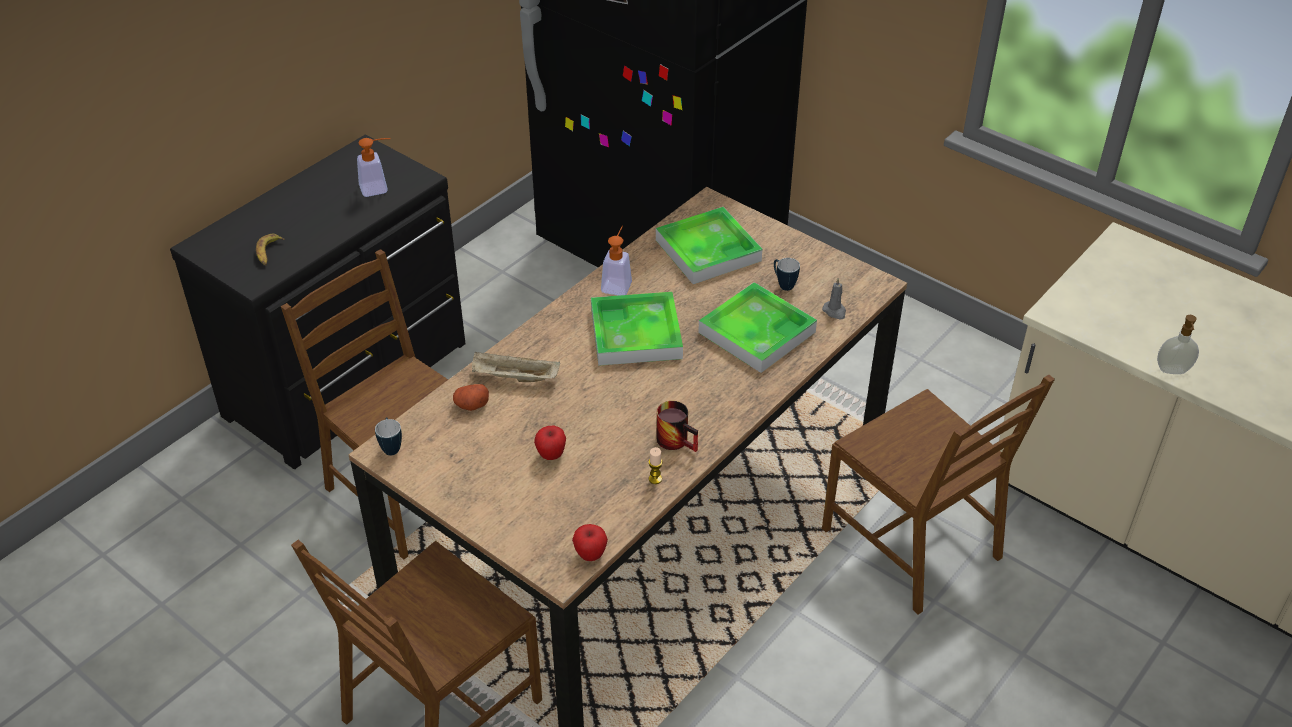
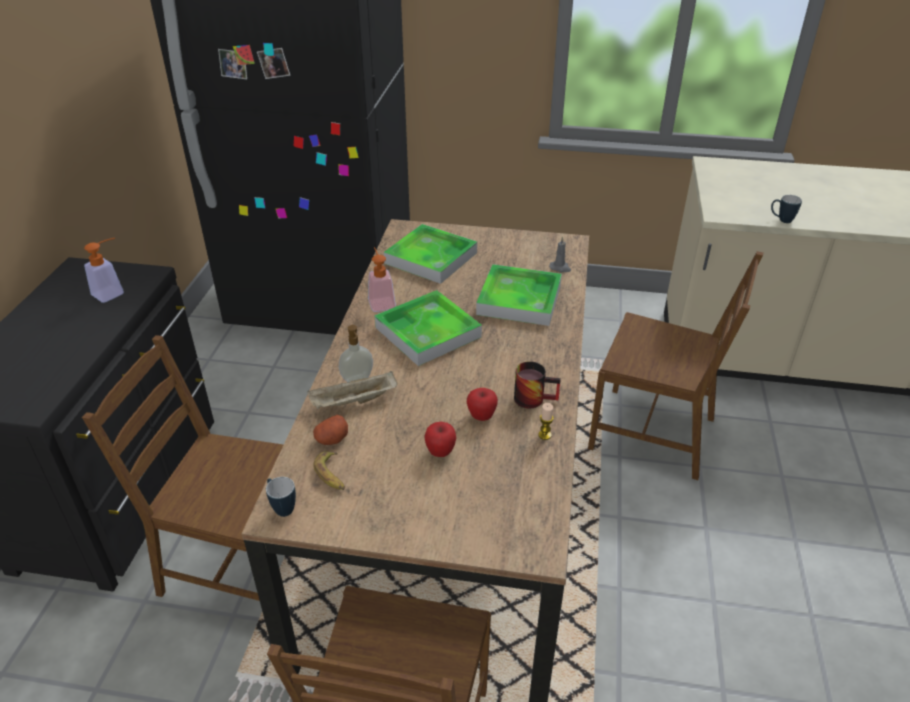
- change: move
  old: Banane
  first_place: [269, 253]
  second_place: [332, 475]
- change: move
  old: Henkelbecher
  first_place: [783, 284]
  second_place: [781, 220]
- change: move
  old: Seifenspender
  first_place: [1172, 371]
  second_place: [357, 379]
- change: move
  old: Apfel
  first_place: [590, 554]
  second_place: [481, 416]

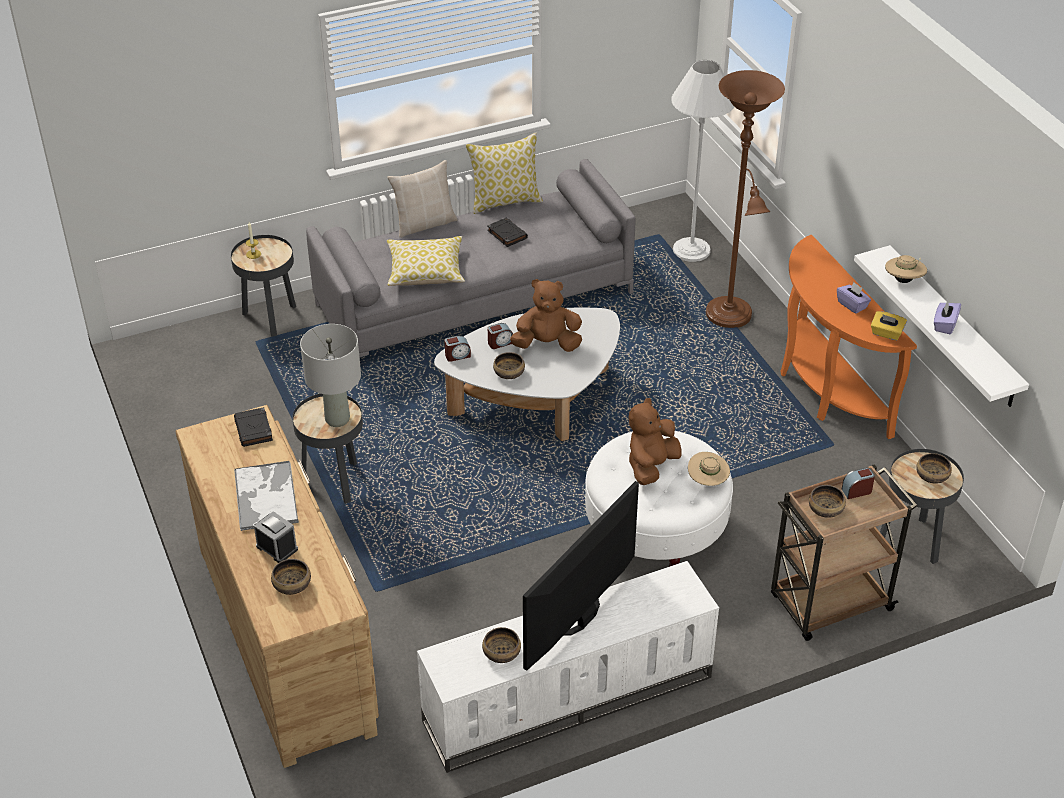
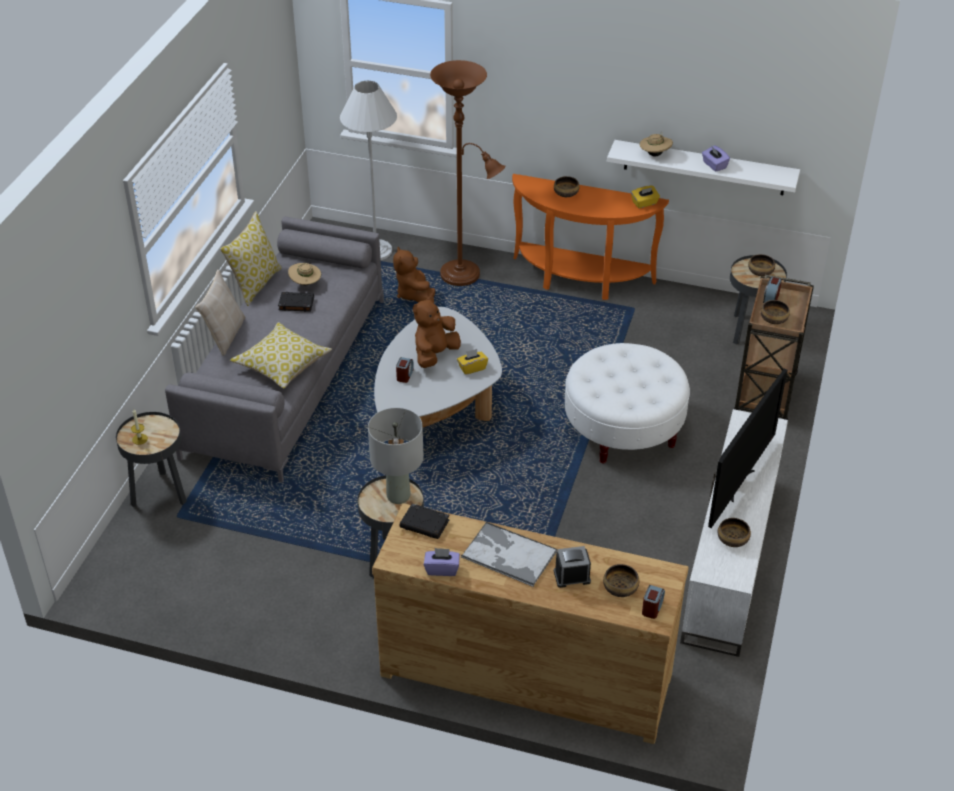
- change: move
  old: Taschentuchbox (lila)
  first_place: [852, 305]
  second_place: [442, 569]
- change: move
  old: Wecker
  first_place: [457, 355]
  second_place: [652, 607]
- change: move
  old: Schüssel
  first_place: [509, 373]
  second_place: [566, 193]
- change: move
  old: Plüschtier (braun)
  first_place: [651, 466]
  second_place: [414, 294]
- change: move
  old: Hut (beige)
  first_place: [707, 481]
  second_place: [305, 283]
- change: rotate
  old: Fernseher
  first_place: [583, 618]
  second_place: [738, 484]
  degrees: -135
- change: insert
  new: Taschentuchbox (gelb)
  second_place: [472, 368]

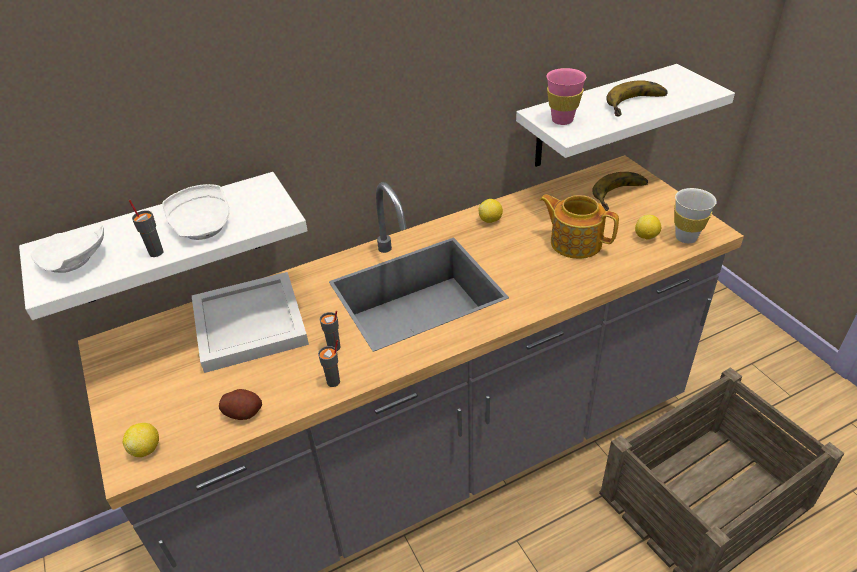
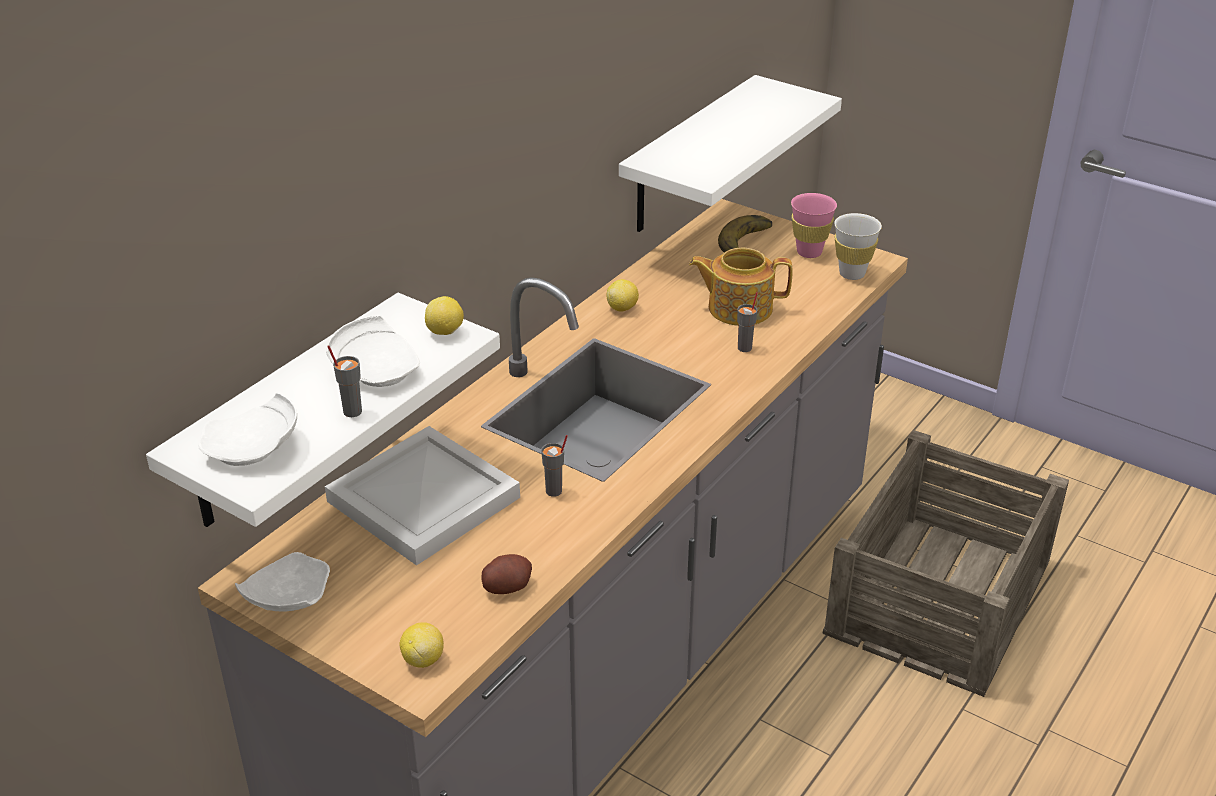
- change: move
  old: Tasse (rosa)
  first_place: [562, 120]
  second_place: [809, 252]
- change: delete
  old: Banane
  first_place: [639, 105]
- change: move
  old: Zitrone
  first_place: [646, 237]
  second_place: [445, 332]
- change: move
  old: Tasse (grau)
  first_place: [334, 382]
  second_place: [745, 348]
- change: insert
  new: Teller (weiß)
  second_place: [286, 599]

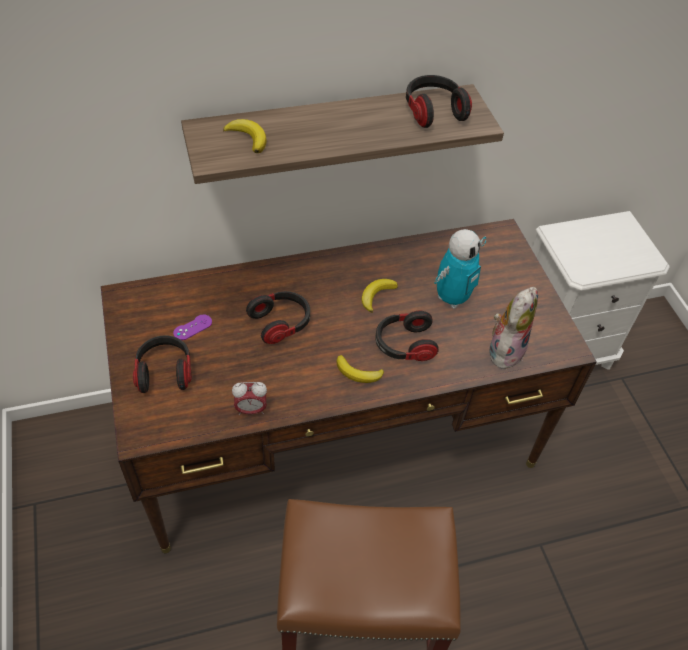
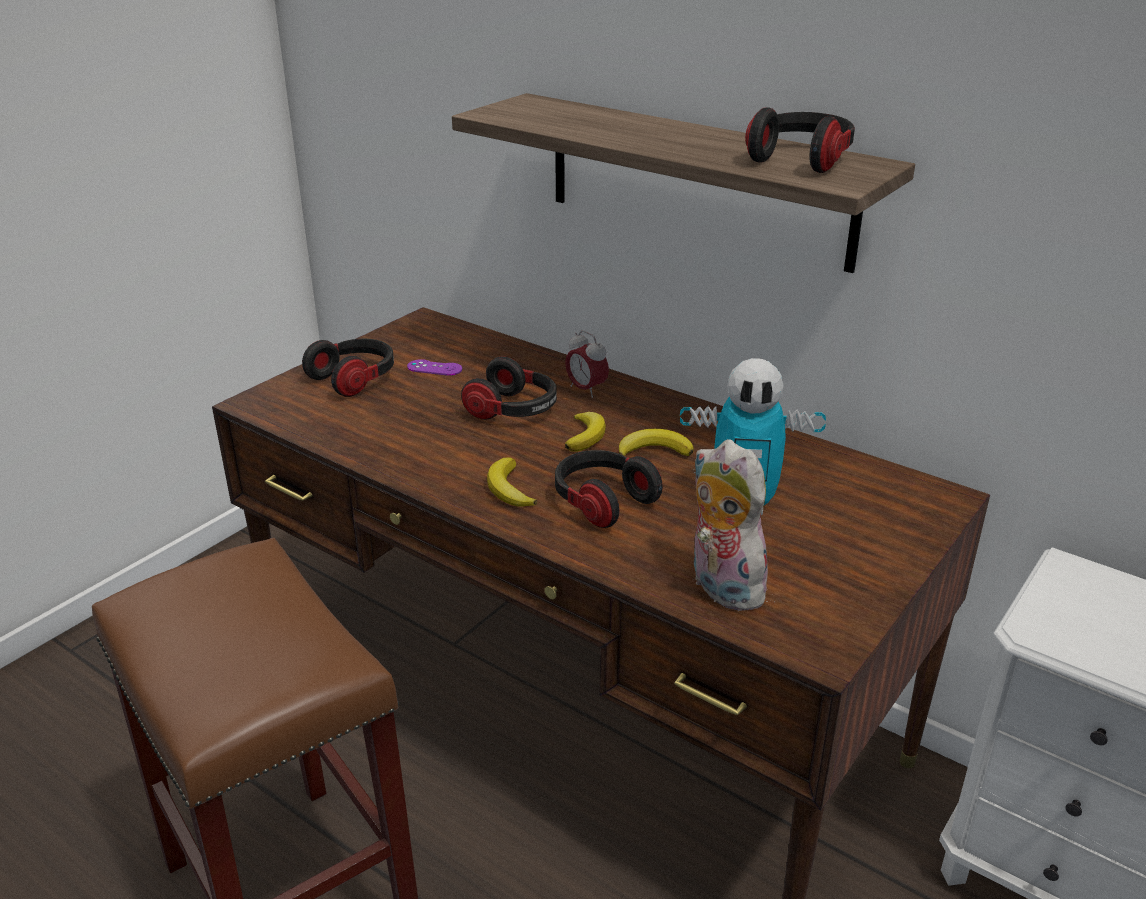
- change: move
  old: Banane
  first_place: [248, 138]
  second_place: [586, 435]
- change: rotate
  old: Plüschtier
  first_place: [504, 349]
  second_place: [720, 587]
  degrees: -120
- change: move
  old: Wecker
  first_place: [251, 410]
  second_place: [586, 390]

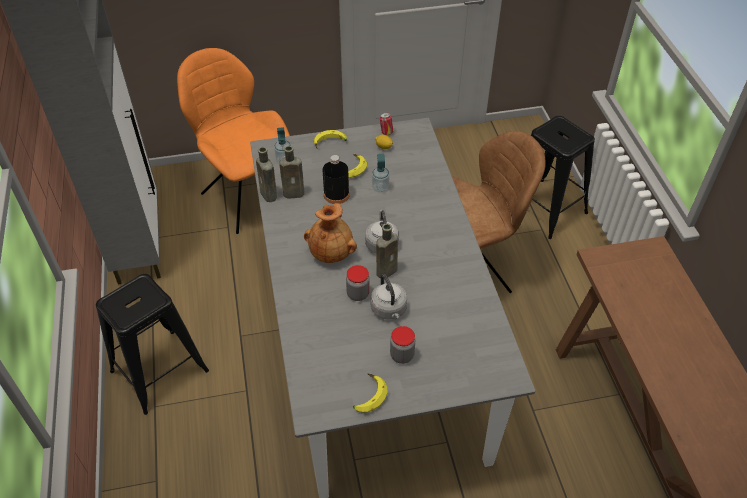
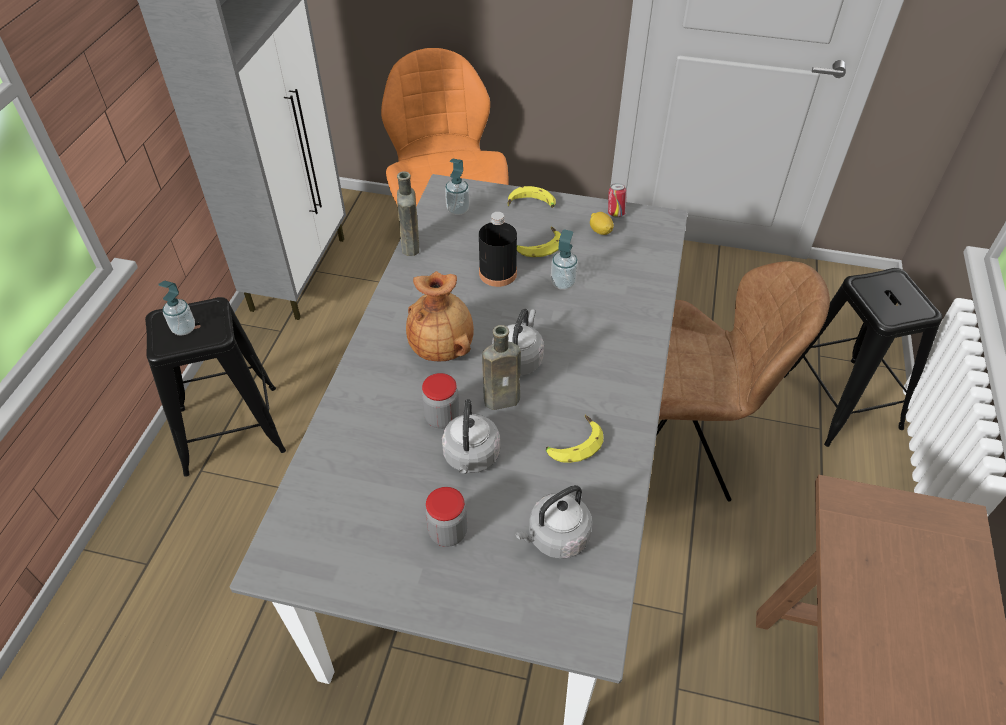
- change: delete
  old: Flasche (braun)
  first_place: [295, 193]
- change: move
  old: Banane
  first_place: [367, 395]
  second_place: [573, 443]
- change: insert
  new: Seifenspender
  second_place: [184, 329]
- change: insert
  new: Wasserkessel (grau)
  second_place: [555, 538]

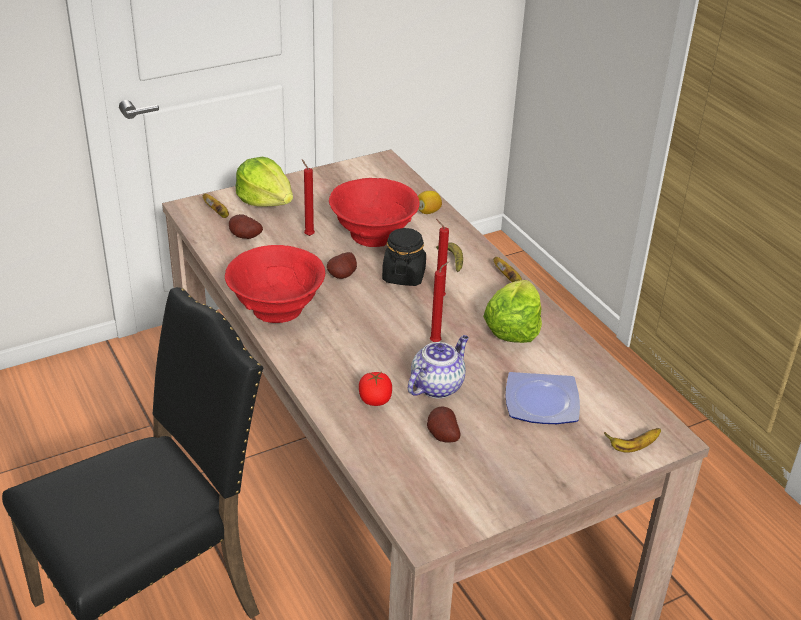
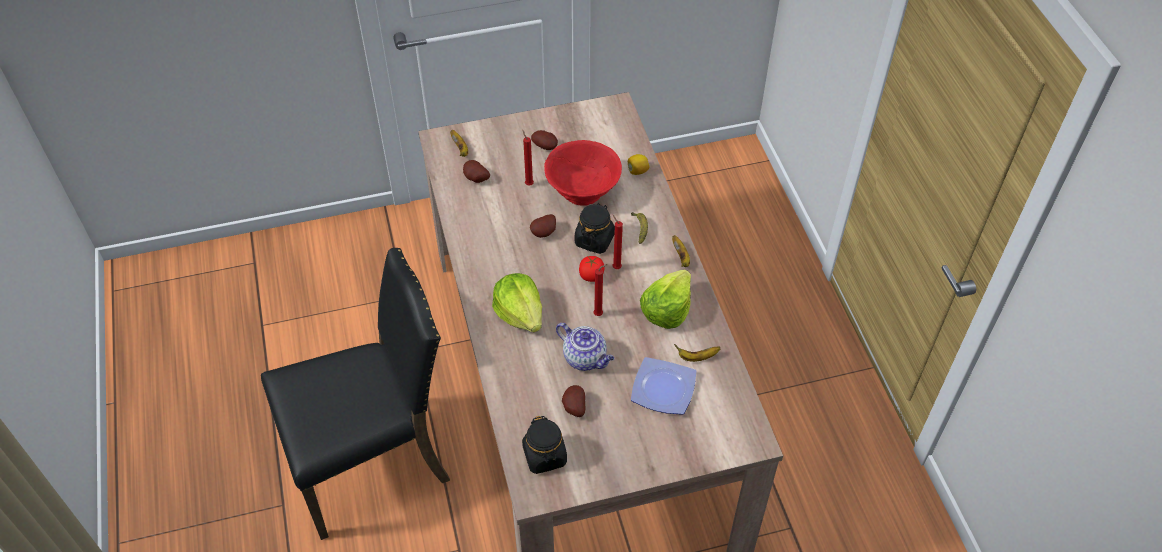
- change: move
  old: Salatkopf
  first_place: [265, 200]
  second_place: [520, 313]
- change: delete
  old: Schüssel (rot)
  first_place: [276, 308]
- change: rotate
  old: Teekanne
  first_place: [437, 385]
  second_place: [585, 358]
  degrees: 75
- change: move
  old: Tomate
  first_place: [375, 400]
  second_place: [591, 275]
- change: move
  old: Banane
  first_place: [633, 447]
  second_place: [697, 357]
- change: insert
  new: Kartoffel
  second_place: [546, 146]
- change: insert
  new: Vorratsglas (schwarz)
  second_place: [545, 456]

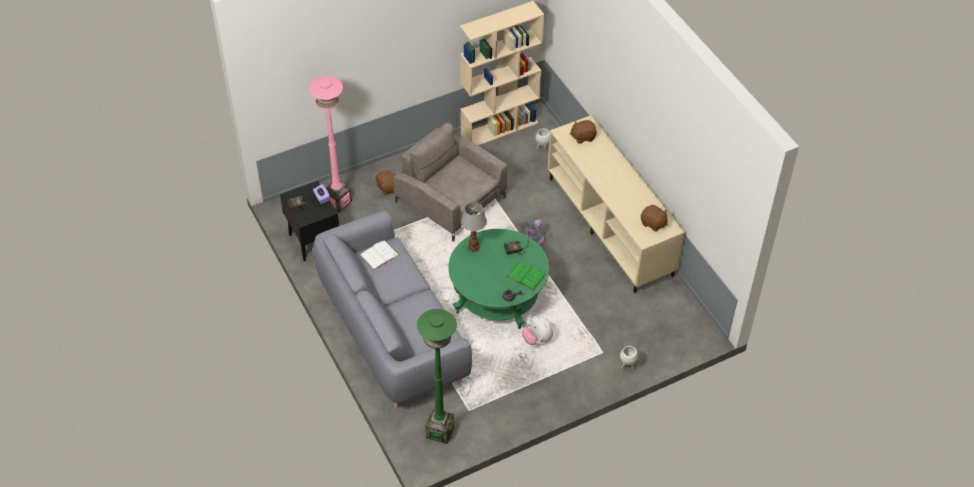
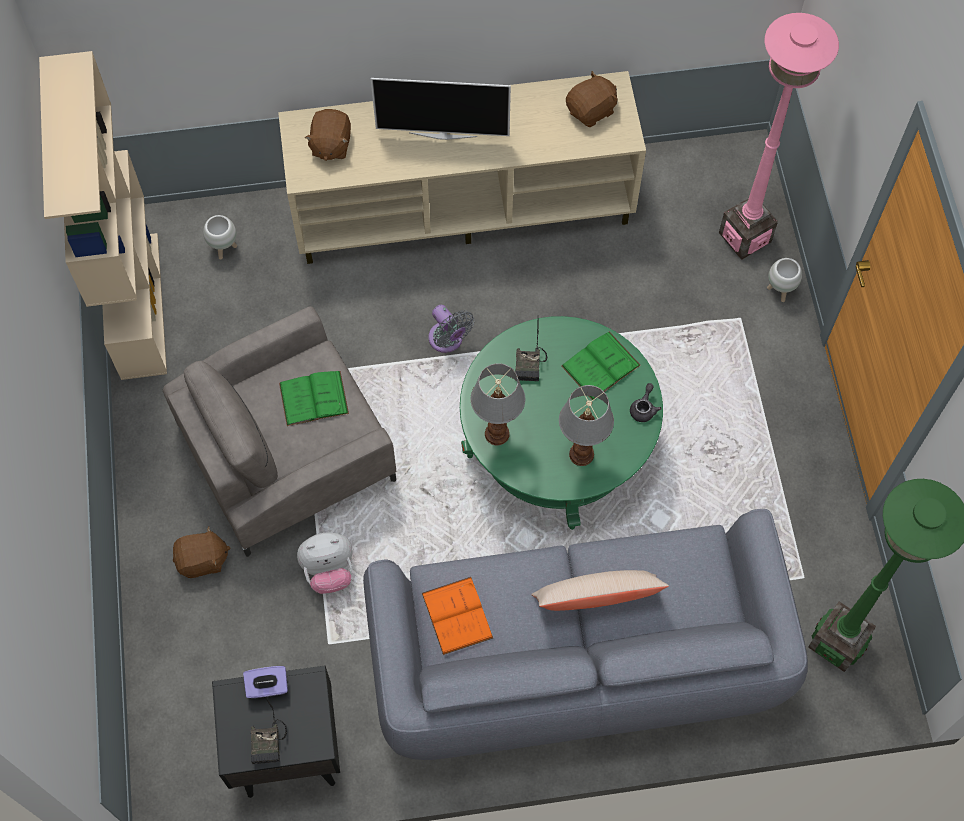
- change: move
  old: Stehlampe (rosa)
  first_place: [338, 202]
  second_place: [745, 237]
- change: recolor
  old: Buch (weiß)
  new: Buch (orange)
  first_place: [379, 255]
  second_place: [457, 615]
- change: move
  old: Plüschtier
  first_place: [537, 339]
  second_place: [329, 570]
- change: insert
  new: Fernseher
  second_place: [443, 134]
- change: insert
  new: Buch (grün)
  second_place: [313, 398]
- change: insert
  new: Tischlampe
  second_place: [581, 455]
- change: insert
  new: Kissen (beige)
  second_place: [596, 599]

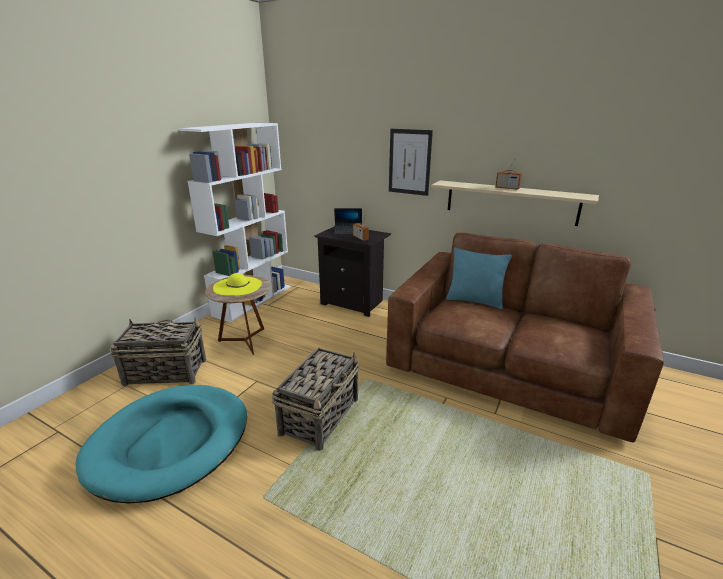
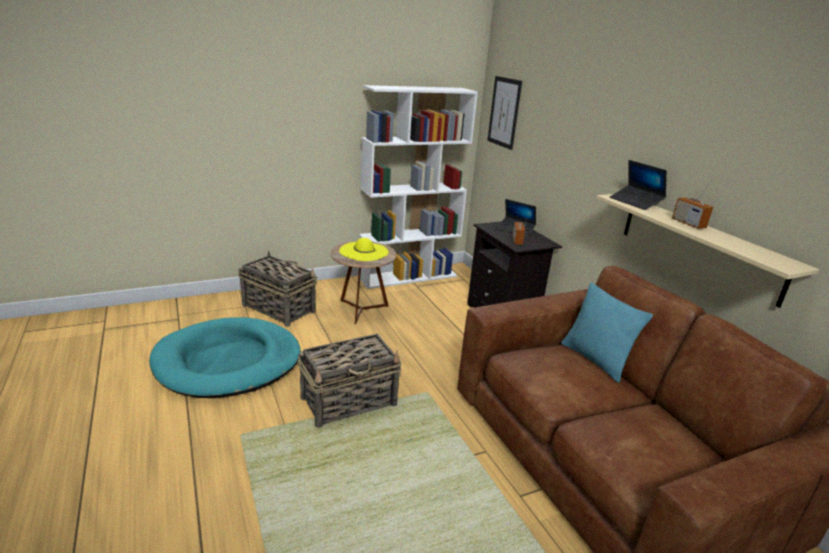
- change: move
  old: Bild
  first_place: [409, 162]
  second_place: [504, 112]
- change: insert
  new: Laptop
  second_place: [635, 202]

